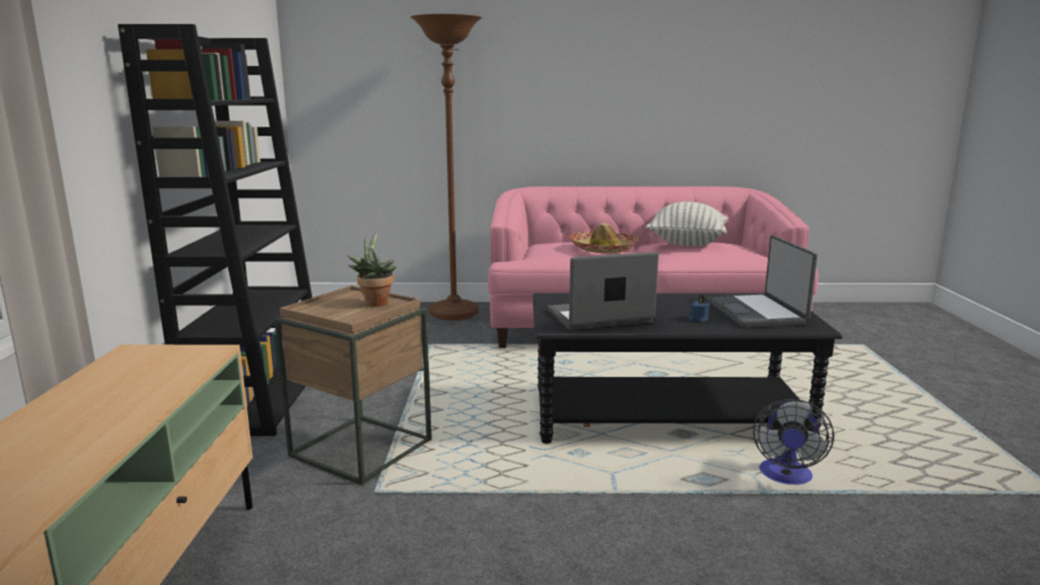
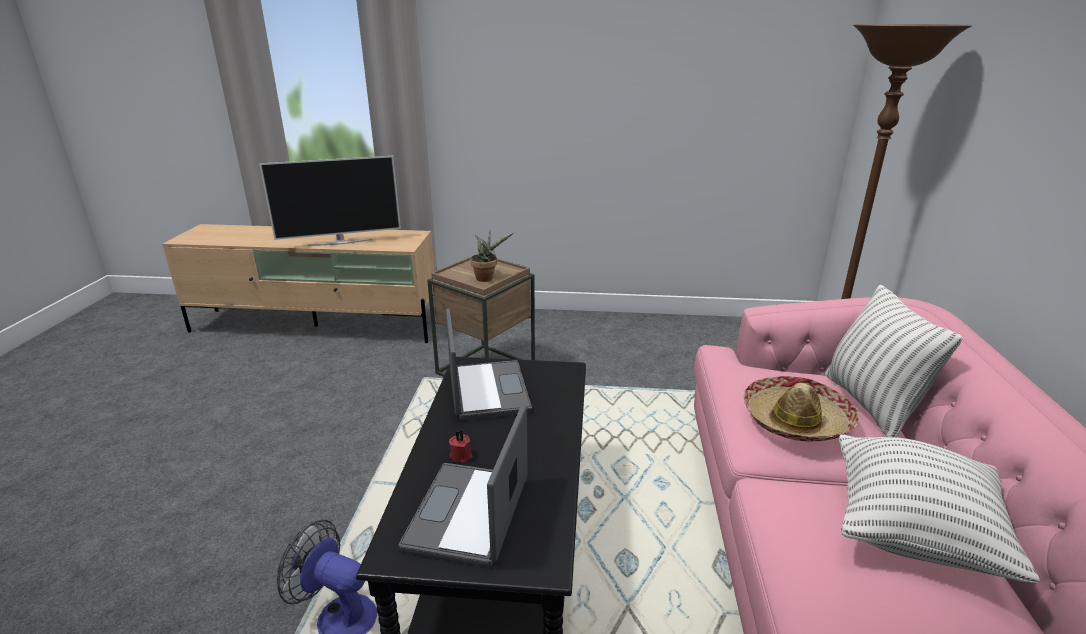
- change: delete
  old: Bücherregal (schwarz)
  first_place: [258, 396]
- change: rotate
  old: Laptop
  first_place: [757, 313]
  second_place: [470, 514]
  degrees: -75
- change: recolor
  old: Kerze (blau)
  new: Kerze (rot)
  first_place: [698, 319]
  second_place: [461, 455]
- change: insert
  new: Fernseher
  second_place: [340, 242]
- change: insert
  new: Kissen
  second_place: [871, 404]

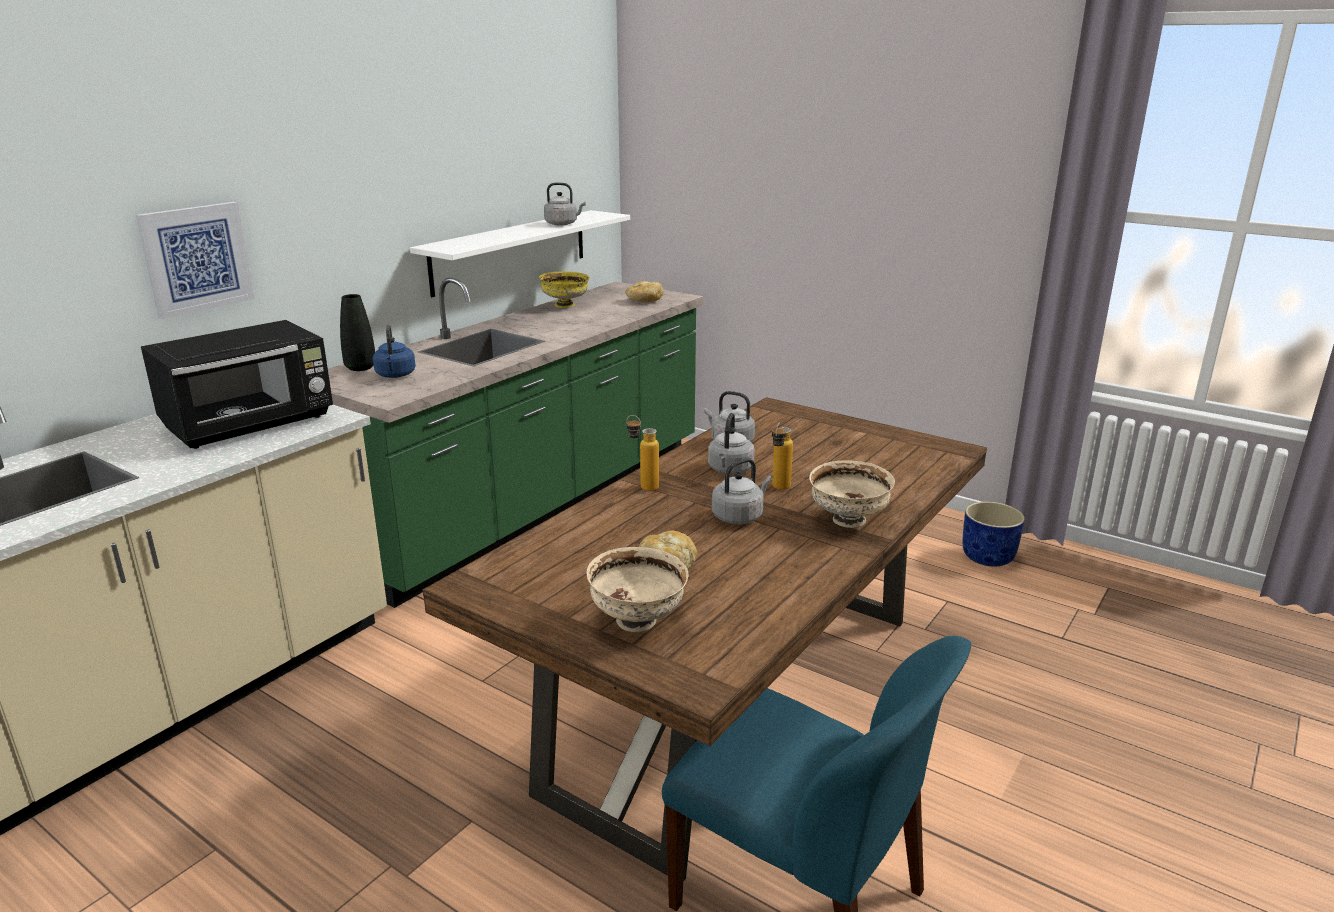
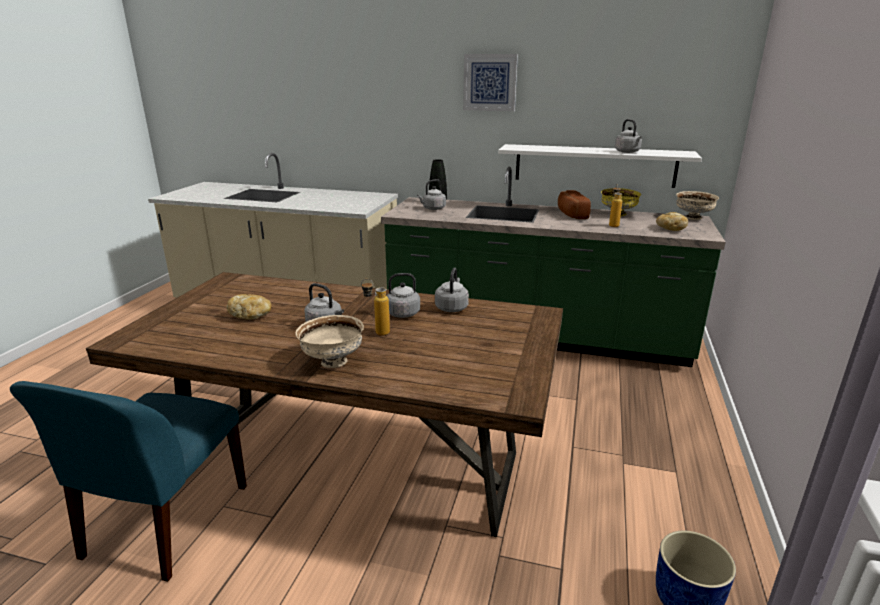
- change: move
  old: Bild
  first_place: [196, 258]
  second_place: [490, 82]
- change: delete
  old: Mikrowelle (schwarz)
  first_place: [251, 424]
- change: recolor
  old: Wasserkessel (blau)
  new: Wasserkessel (grau)
  first_place: [395, 375]
  second_place: [433, 208]
- change: move
  old: Flasche
  first_place: [642, 486]
  second_place: [613, 225]
- change: move
  old: Schüssel (beige)
  first_place: [638, 621]
  second_place: [693, 218]
- change: insert
  new: Brot
  second_place: [570, 214]

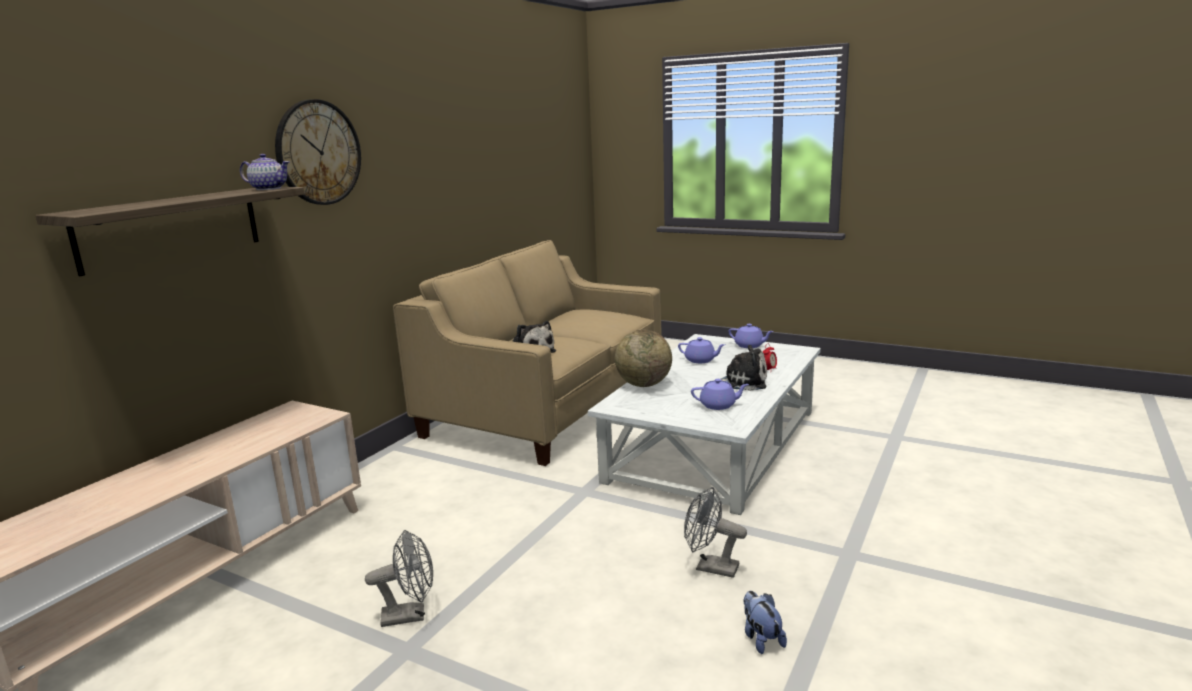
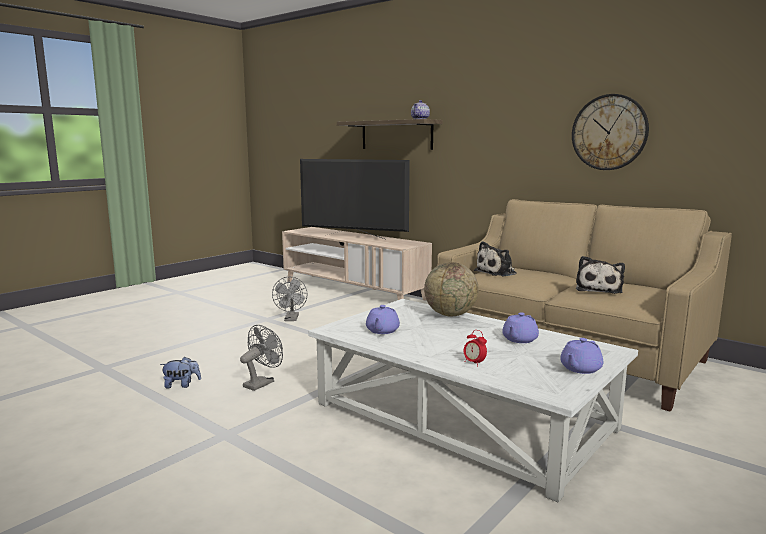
- change: move
  old: Wanduhr
  first_place: [318, 152]
  second_place: [609, 132]
- change: move
  old: Plüschtier
  first_place: [742, 382]
  second_place: [598, 289]
- change: insert
  new: Fernseher
  second_place: [354, 237]

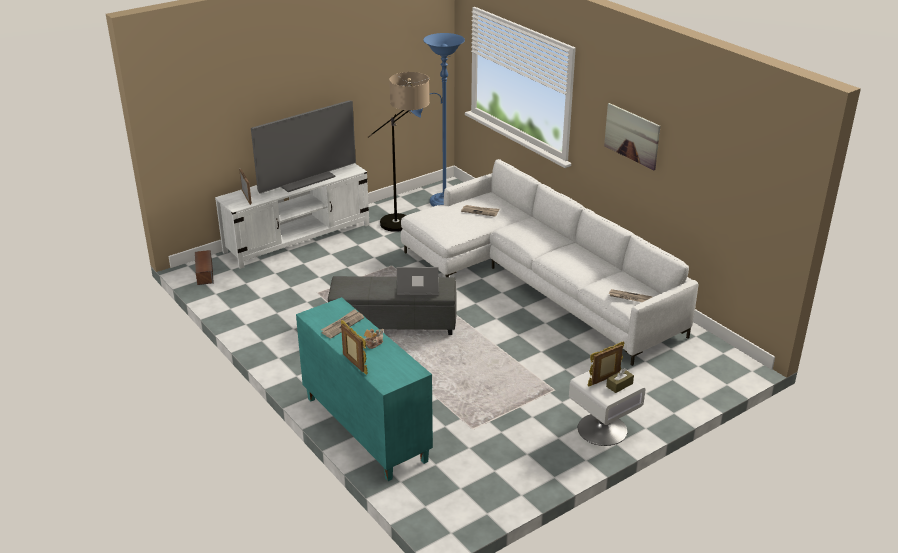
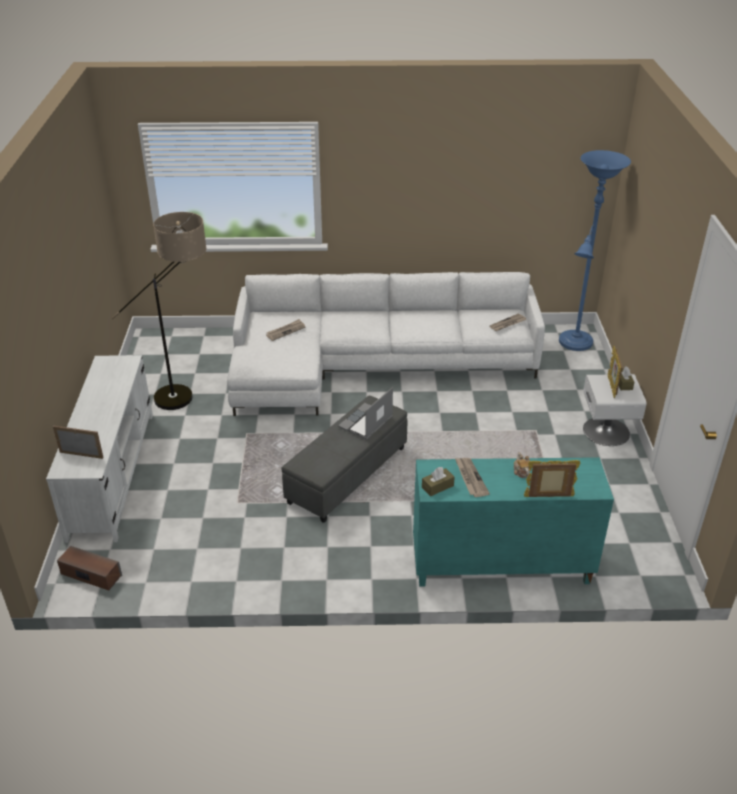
- change: move
  old: Stehlampe (blau)
  first_place: [440, 202]
  second_place: [574, 344]
- change: delete
  old: Fernseher
  first_place: [305, 179]
- change: delete
  old: Bild
  first_place: [632, 136]
- change: insert
  new: Taschentuchbox (braun)
  second_place: [437, 486]

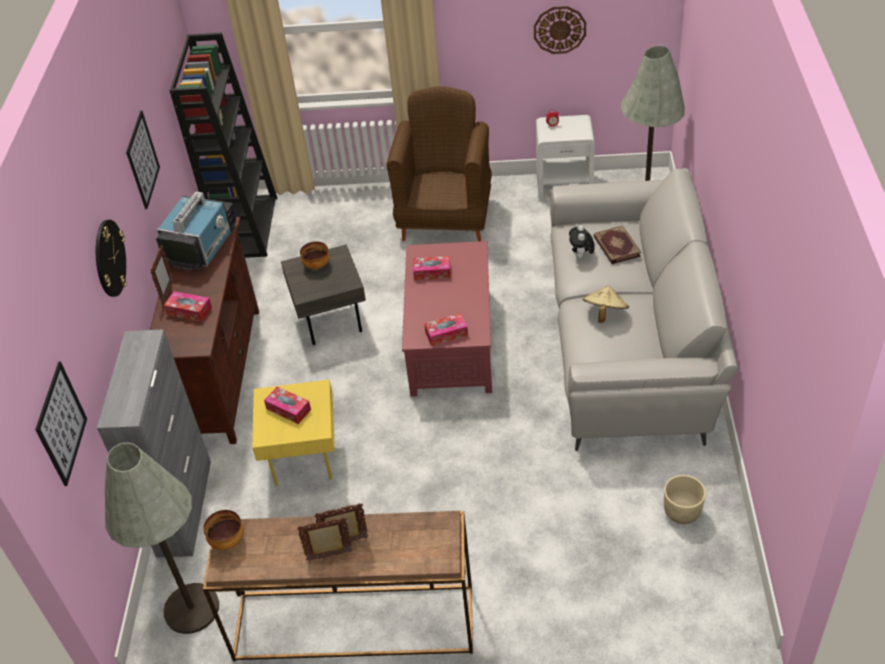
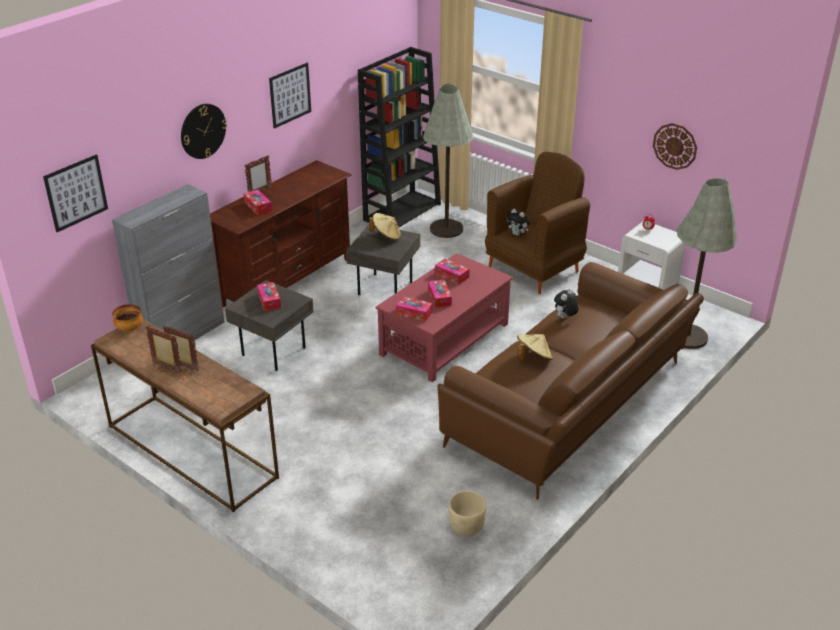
- change: recolor
  old: Sofa (grau)
  new: Sofa (braun)
  first_place: [630, 338]
  second_place: [569, 405]
- change: delete
  old: Fernseher
  first_place: [202, 245]
- change: delete
  old: Buch
  first_place: [616, 247]
- change: replace
  old: Schüssel
  new: Hut (beige)
  first_place: [316, 265]
  second_place: [386, 236]
- change: recolor
  old: Beistelltisch (gelb)
  new: Beistelltisch (grau)
  first_place: [305, 461]
  second_place: [274, 352]
- change: move
  old: Stehlampe (grau)
  first_place: [191, 609]
  second_place: [446, 229]
- change: insert
  new: Plüschtier
  second_place: [517, 234]
- change: insert
  new: Taschentuchbox
  second_place: [439, 298]

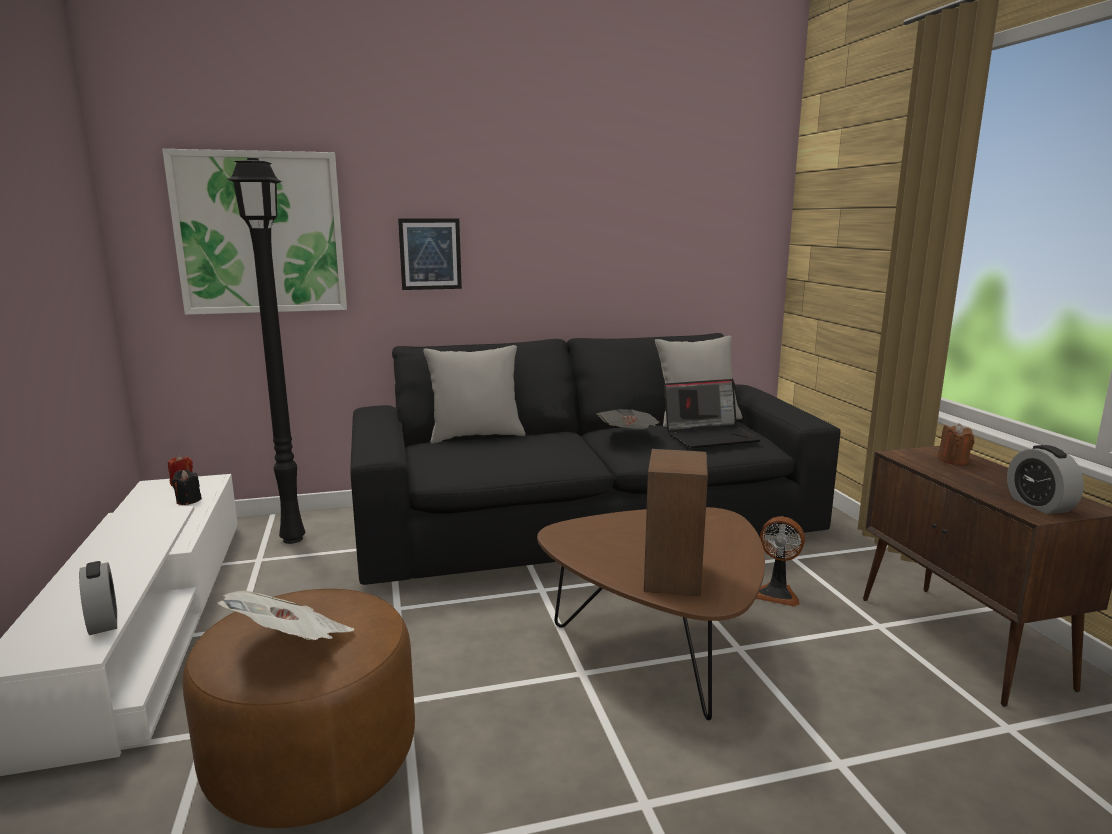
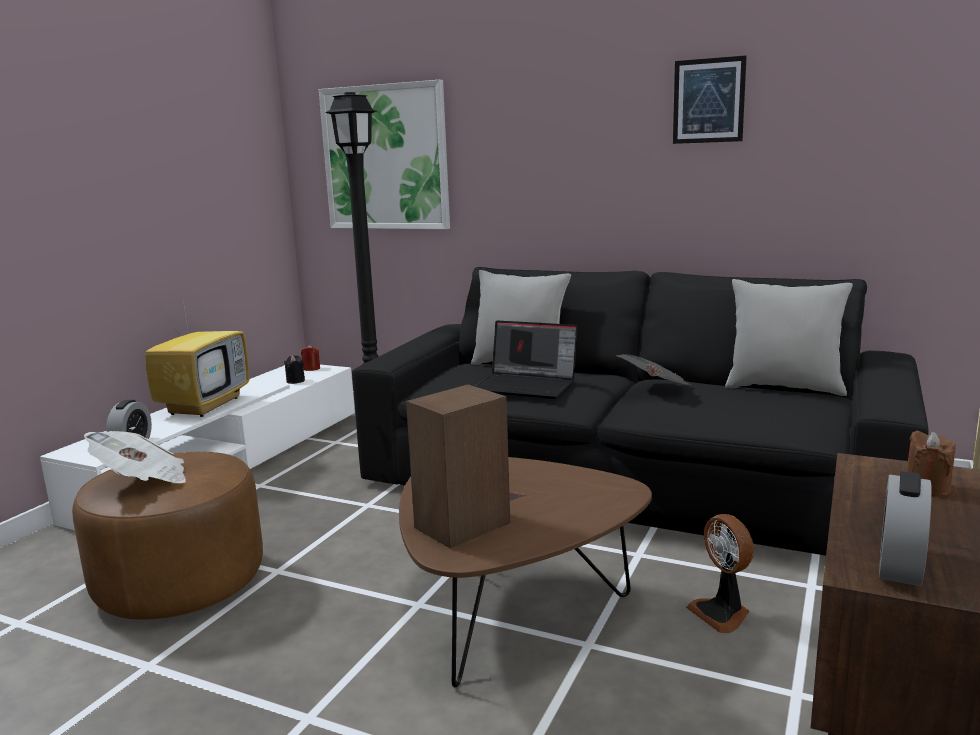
- change: move
  old: Bild
  first_place: [430, 254]
  second_place: [708, 101]
- change: move
  old: Laptop
  first_place: [711, 436]
  second_place: [527, 385]
- change: insert
  new: Fernseher
  second_place: [204, 405]

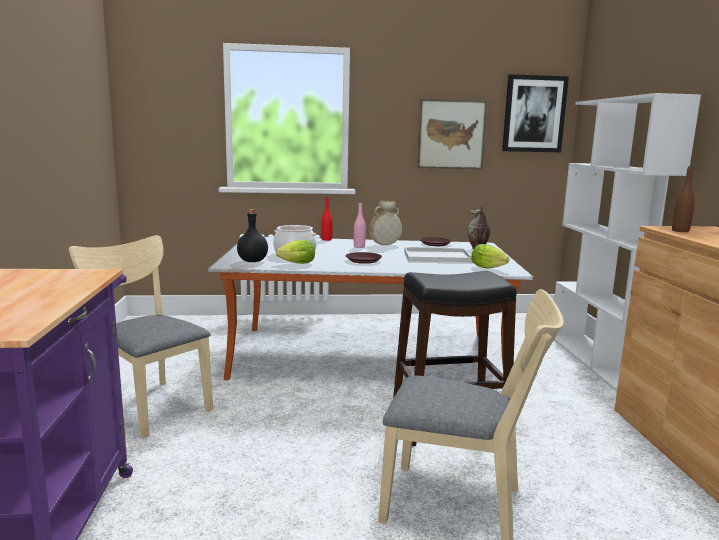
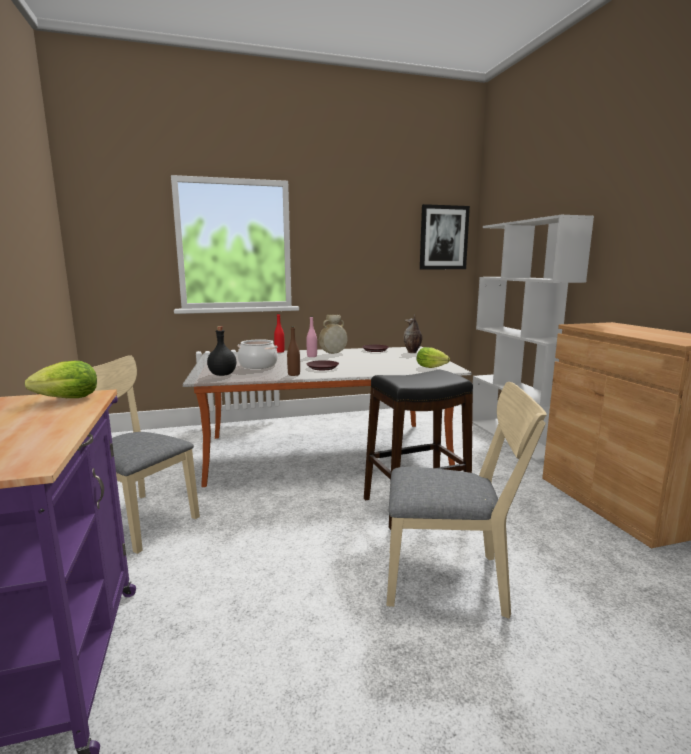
- change: delete
  old: Bild
  first_place: [451, 134]
- change: move
  old: Flasche (braun)
  first_place: [680, 231]
  second_place: [294, 374]
- change: move
  old: Salatkopf
  first_place: [295, 263]
  second_place: [64, 399]
- change: delete
  old: Tablett (weiß)
  first_place: [436, 257]

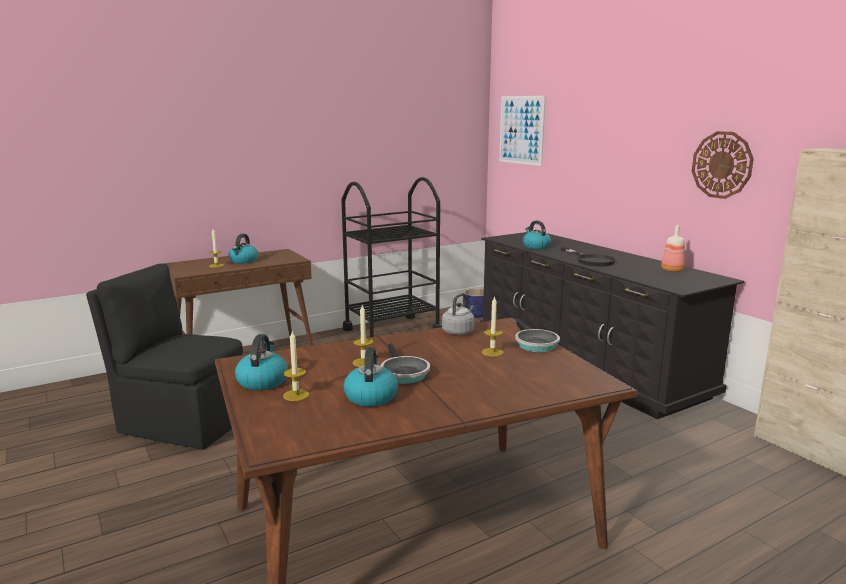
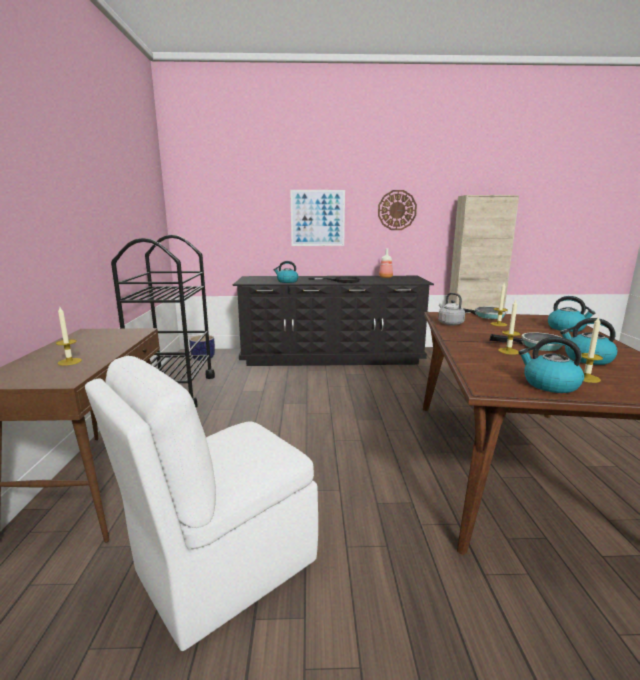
- change: move
  old: Bild
  first_place: [521, 130]
  second_place: [317, 218]
- change: move
  old: Wasserkessel
  first_place: [243, 261]
  second_place: [566, 328]
- change: recolor
  old: Stuhl (schwarz)
  new: Stuhl (weiß)
  first_place: [182, 422]
  second_place: [222, 567]

